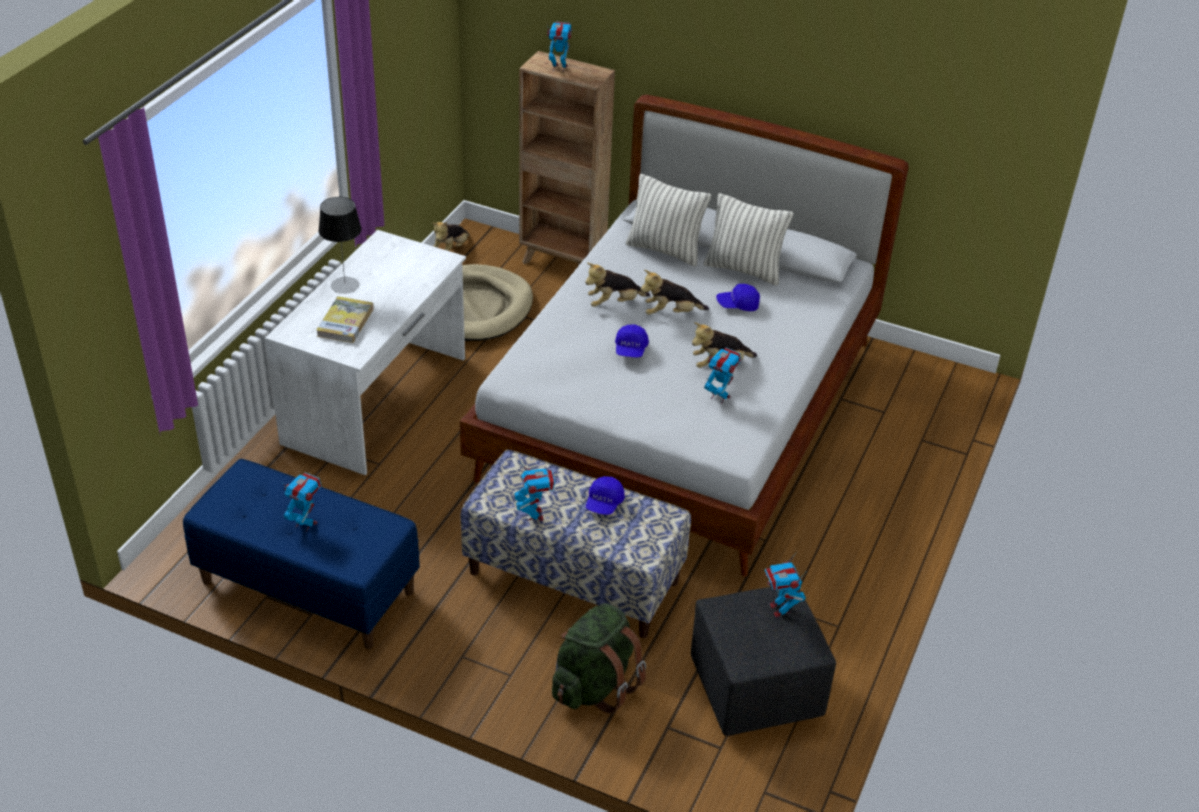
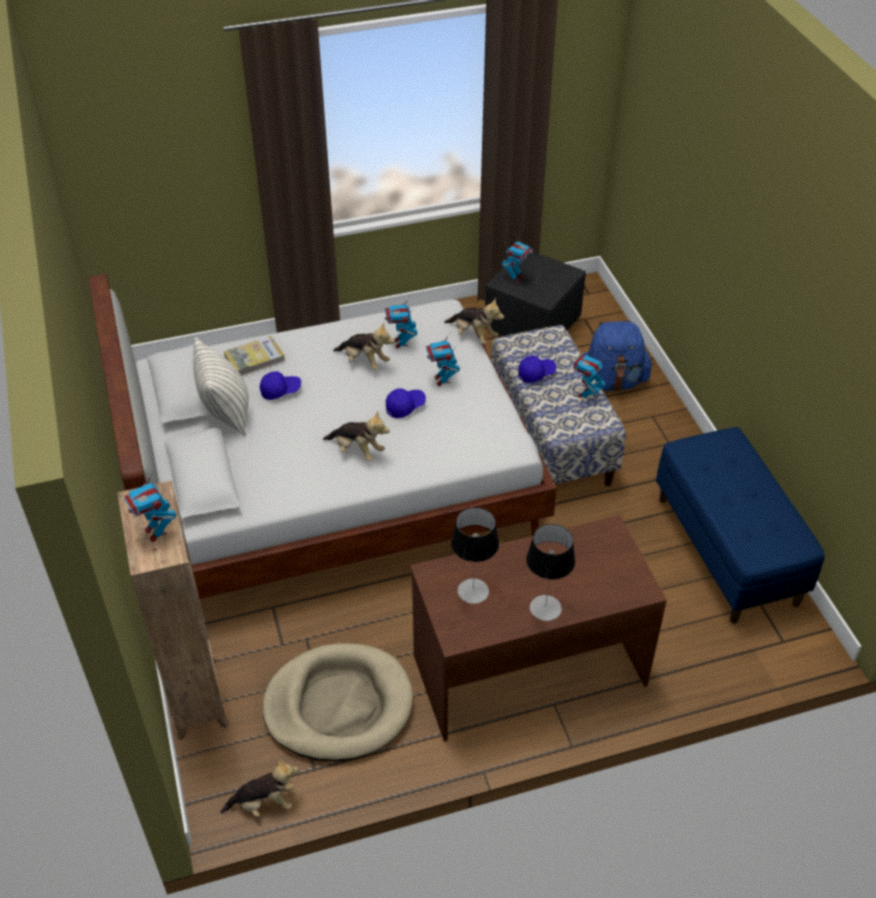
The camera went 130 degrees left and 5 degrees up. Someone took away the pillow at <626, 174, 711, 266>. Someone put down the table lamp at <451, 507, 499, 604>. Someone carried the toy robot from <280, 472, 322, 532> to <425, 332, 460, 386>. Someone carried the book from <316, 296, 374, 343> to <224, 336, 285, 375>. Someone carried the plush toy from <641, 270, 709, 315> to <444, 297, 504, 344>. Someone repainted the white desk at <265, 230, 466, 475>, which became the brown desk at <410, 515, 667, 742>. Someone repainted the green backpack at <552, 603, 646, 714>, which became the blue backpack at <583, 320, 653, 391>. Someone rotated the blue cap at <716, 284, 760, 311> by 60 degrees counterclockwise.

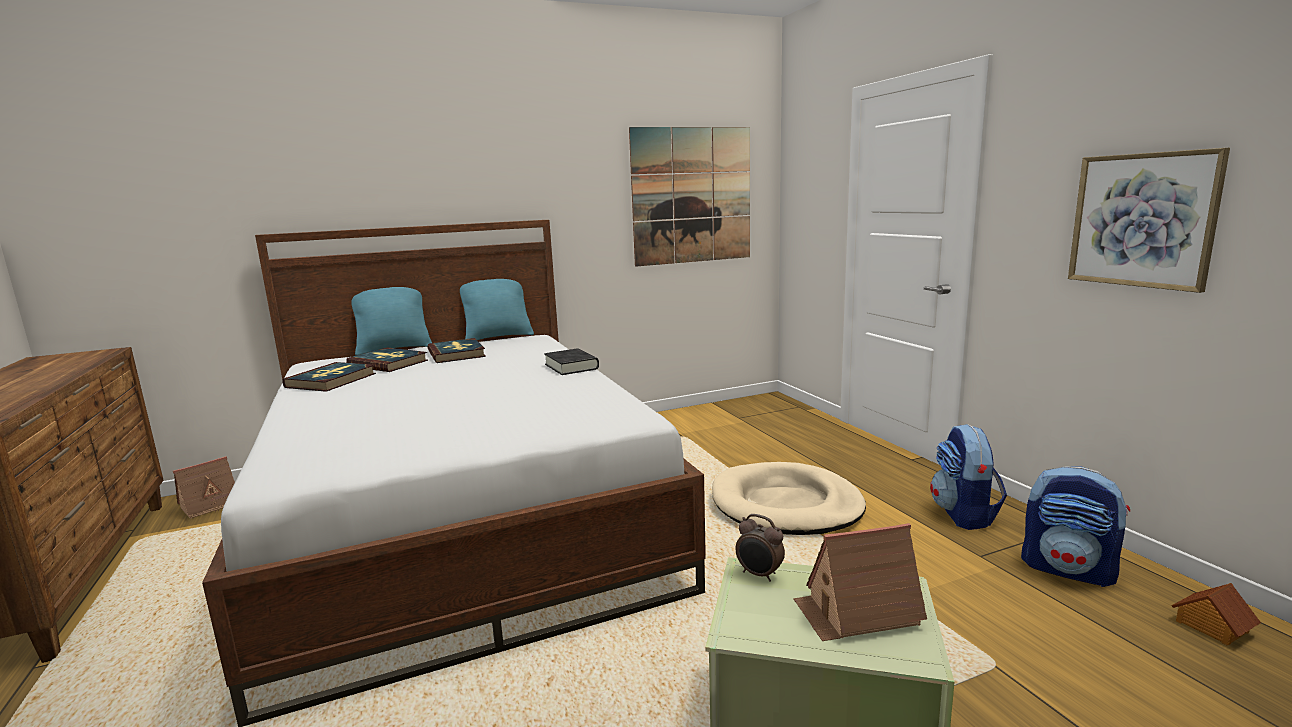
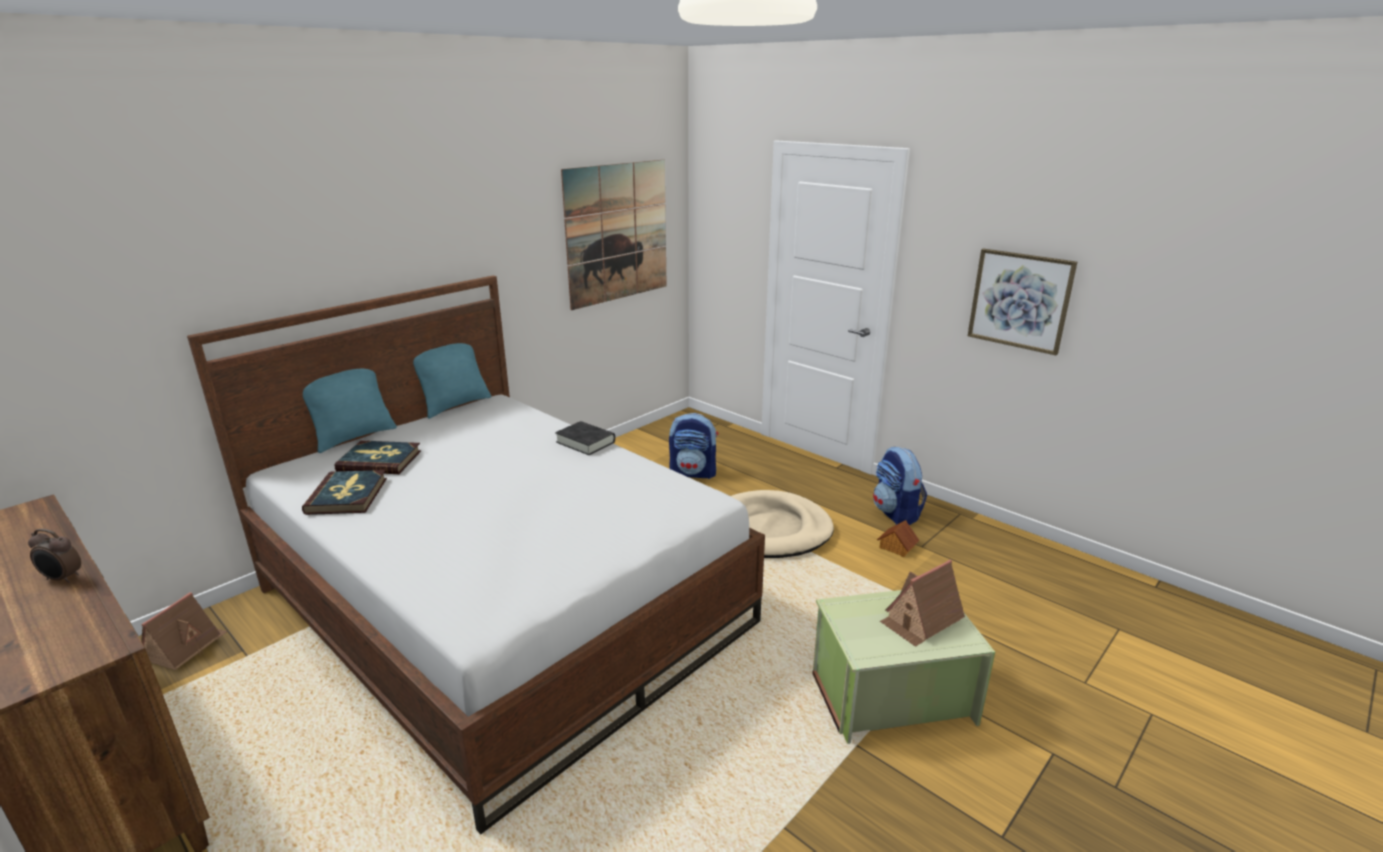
The camera went 25 degrees left and 10 degrees up. Someone took away the book at <428, 338, 486, 363>. Someone carried the alarm clock from <736, 514, 785, 582> to <28, 529, 81, 583>. Someone carried the backpack from <1021, 466, 1130, 587> to <669, 413, 718, 479>. Someone carried the toy house from <1171, 583, 1261, 645> to <877, 520, 919, 557>.

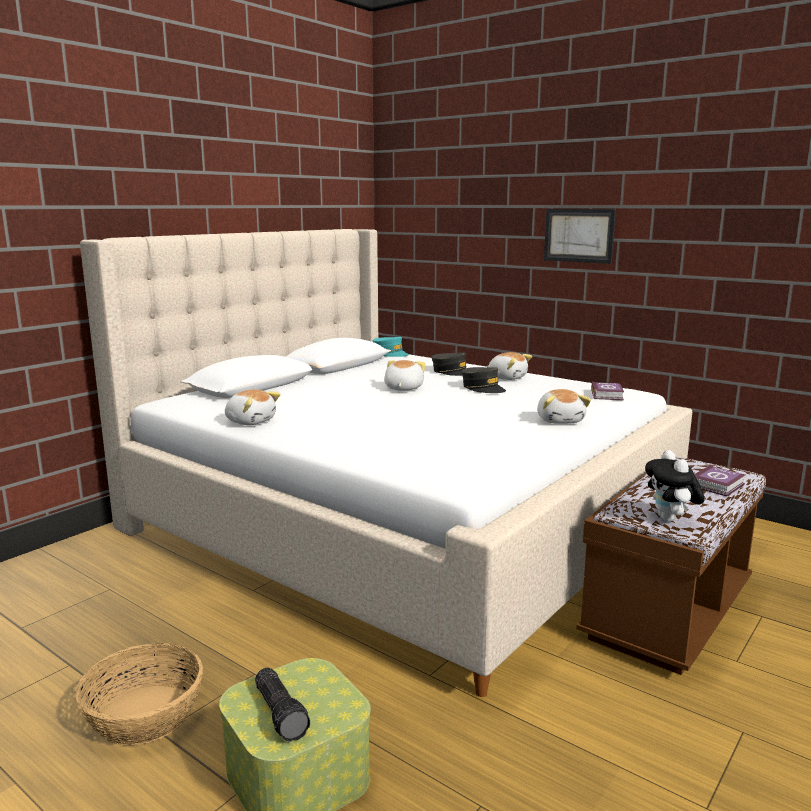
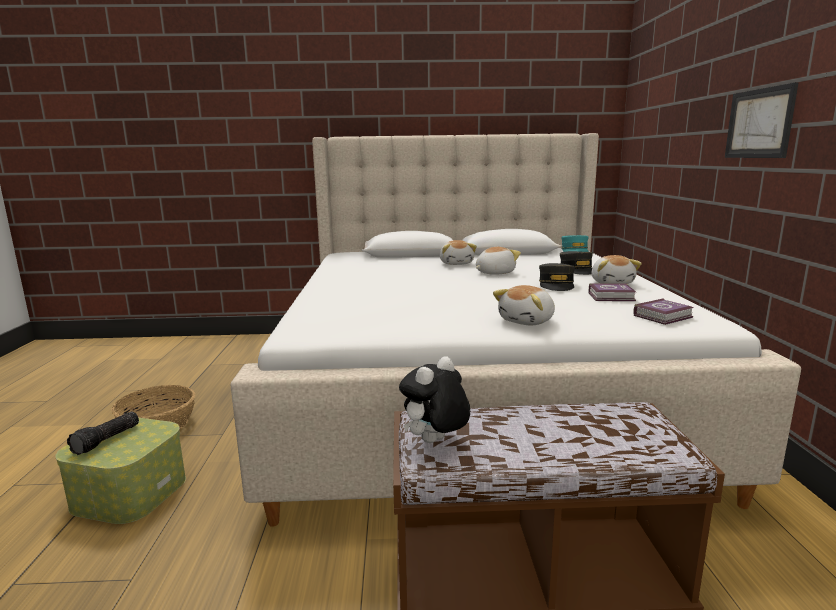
The camera went 50 degrees right and 0 degrees up. Someone carried the plush toy from <225, 389, 281, 425> to <440, 240, 477, 265>. Someone carried the book from <695, 465, 745, 497> to <589, 283, 636, 301>.

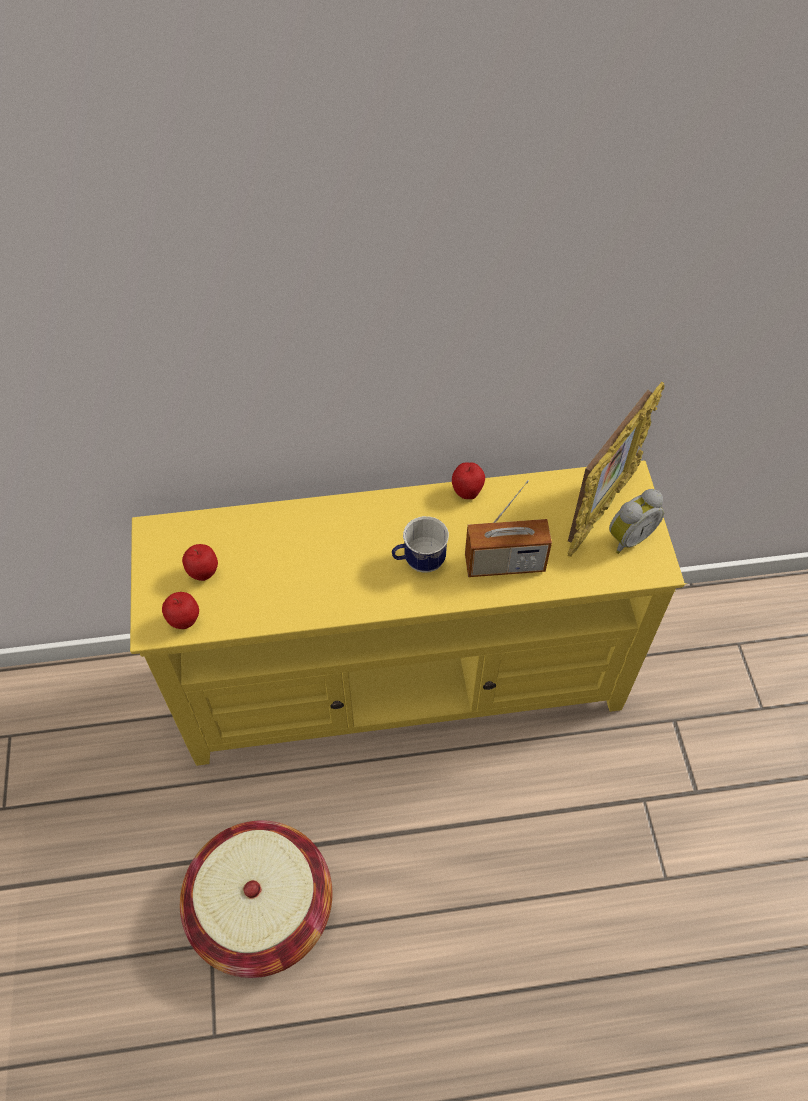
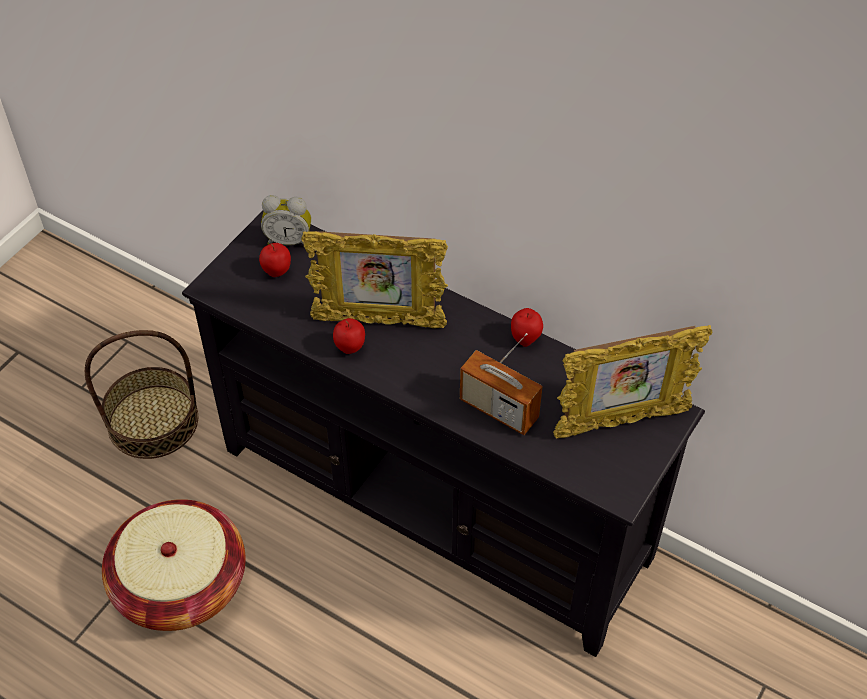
The camera went 40 degrees right and 5 degrees down. Someone took away the mug at <392, 516, 449, 573>. Someone put down the basket at <85, 330, 198, 459>. Someone put down the picture frame at <301, 231, 448, 328>. Someone carried the apple from <162, 592, 199, 629> to <333, 318, 365, 354>. Someone carried the alarm clock from <609, 489, 664, 554> to <261, 195, 311, 245>. Someone repainted the yellow tv stand at <130, 460, 687, 766>, which became the black tv stand at <182, 211, 705, 657>.

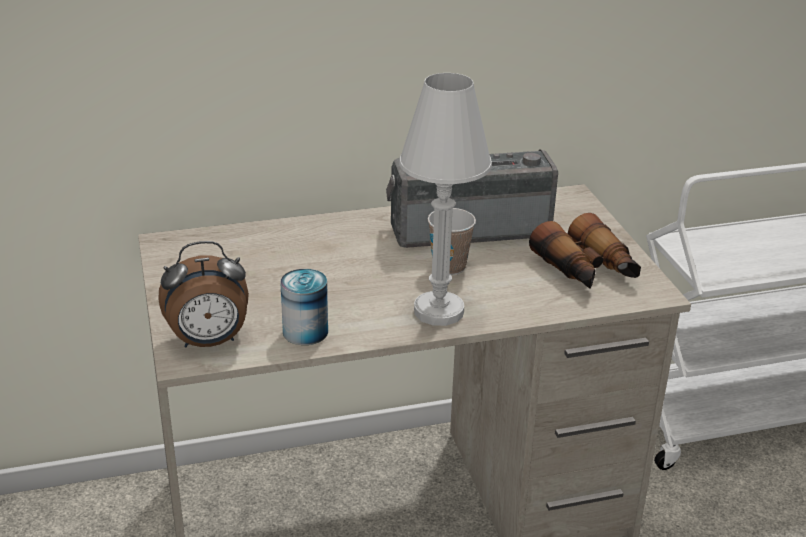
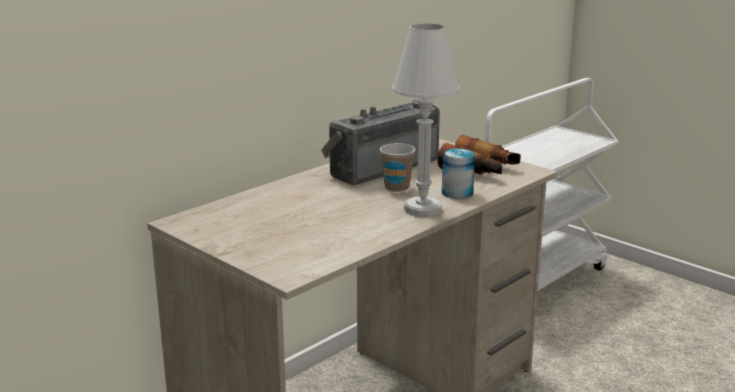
The camera went 30 degrees left and 10 degrees down. Someone took away the alarm clock at <159, 241, 249, 348>. Someone carried the can from <280, 269, 328, 345> to <442, 148, 475, 199>.

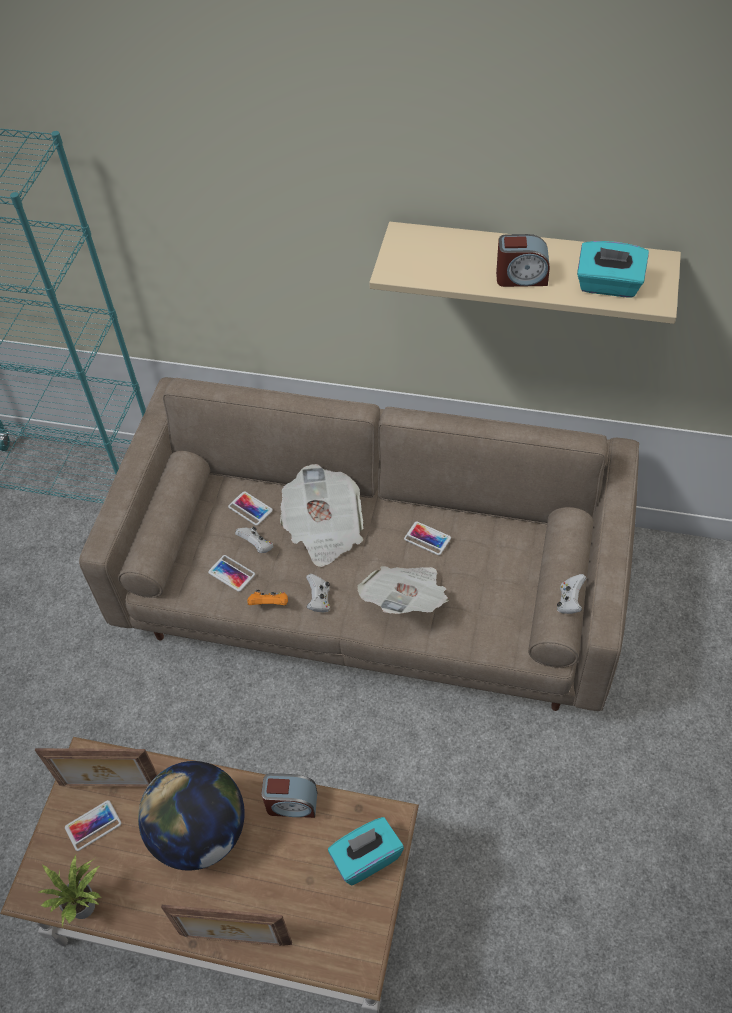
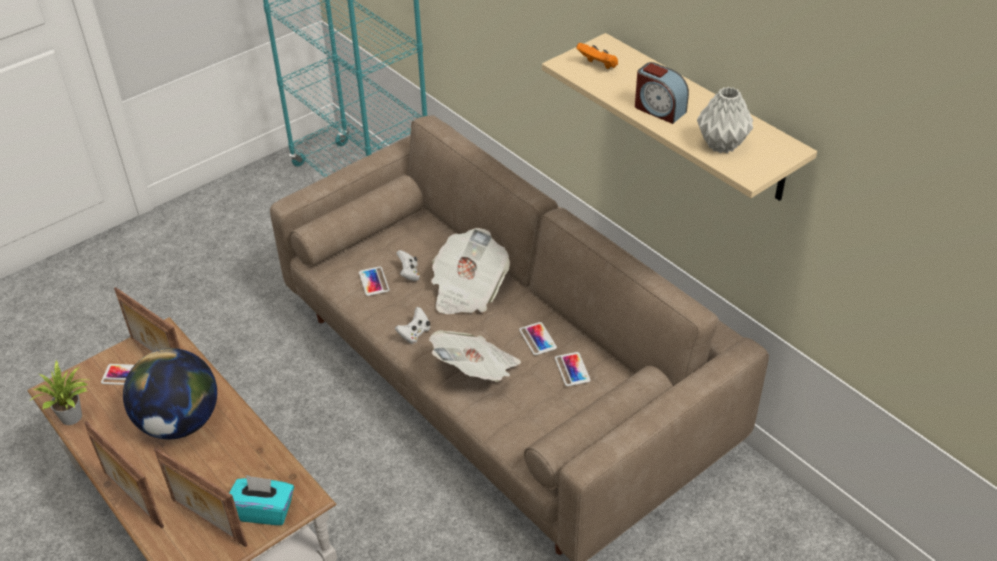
The camera went 35 degrees right and 10 degrees down. Someone took away the alarm clock at <261, 773, 317, 818>. Someone took away the white game controller at <557, 574, 586, 614>. Someone put down the picture frame at <154, 448, 247, 547>. Someone carried the phone from <228, 491, 273, 526> to <555, 352, 590, 386>. Someone carried the orange game controller from <247, 590, 288, 605> to <576, 43, 618, 69>. Someone swapped the turquoise tissue box at <577, 241, 649, 298> for the grey vase at <697, 87, 753, 153>.

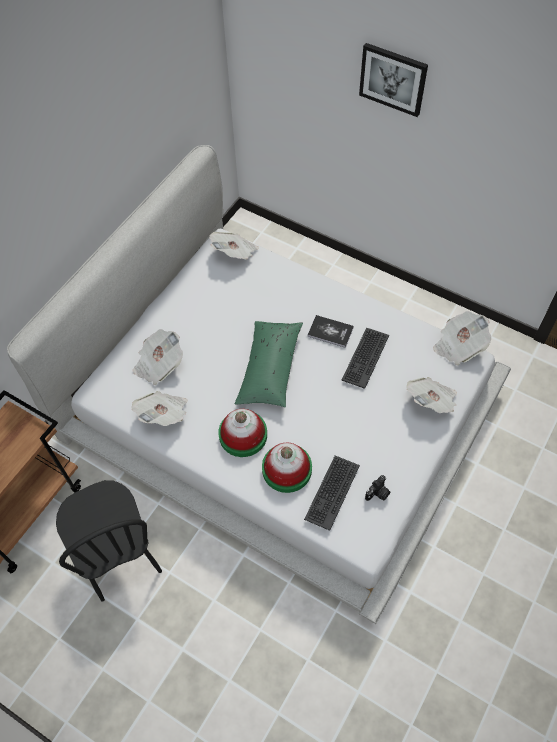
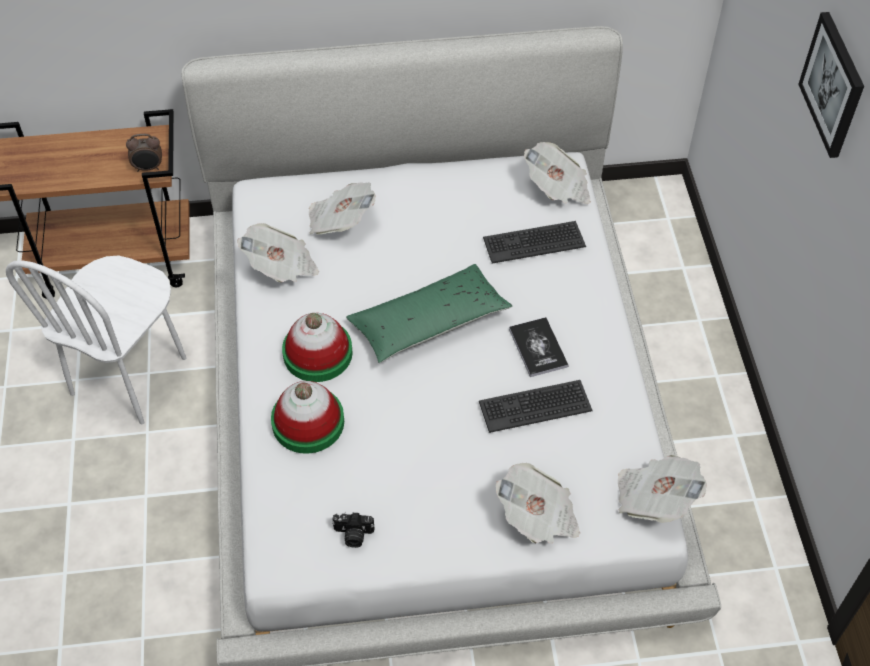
The camera went 50 degrees right and 5 degrees down. Someone put down the alarm clock at <126, 134, 162, 172>. Someone carried the keyboard from <304, 456, 360, 531> to <483, 221, 586, 263>. Someone repainted the black chair at <56, 480, 162, 602>, which became the white chair at <6, 256, 186, 424>.

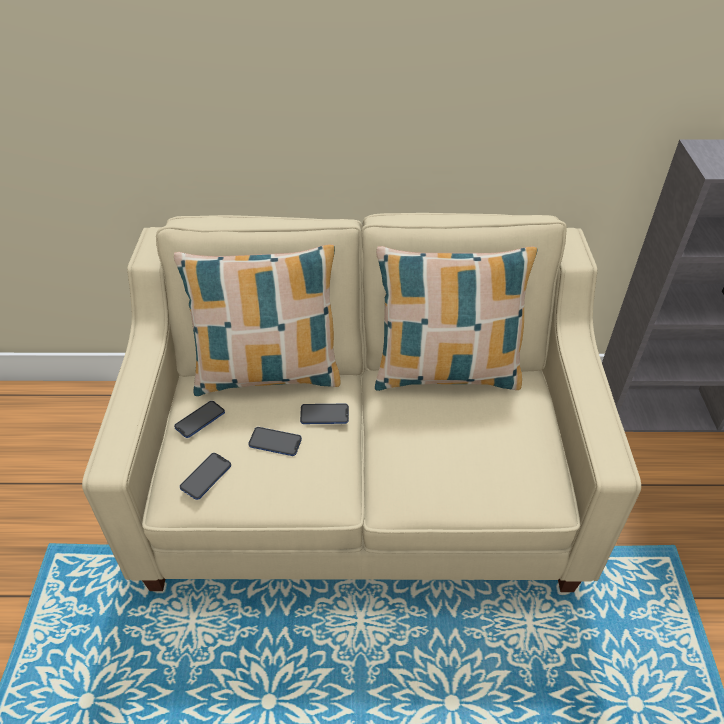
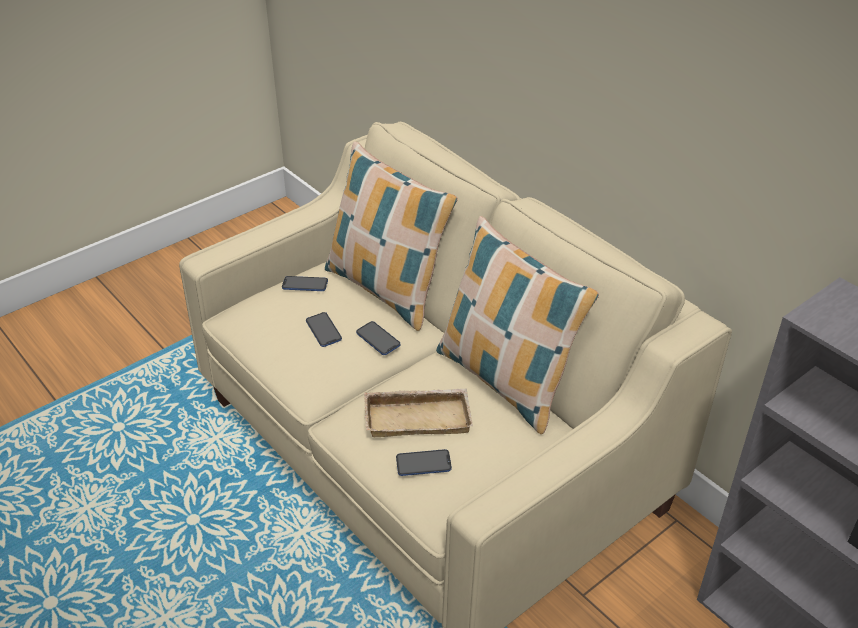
The camera went 50 degrees right and 5 degrees down. Someone put down the beige tray at <364, 388, 473, 437>. Someone carried the phone from <180, 453, 231, 500> to <396, 449, 452, 476>.

